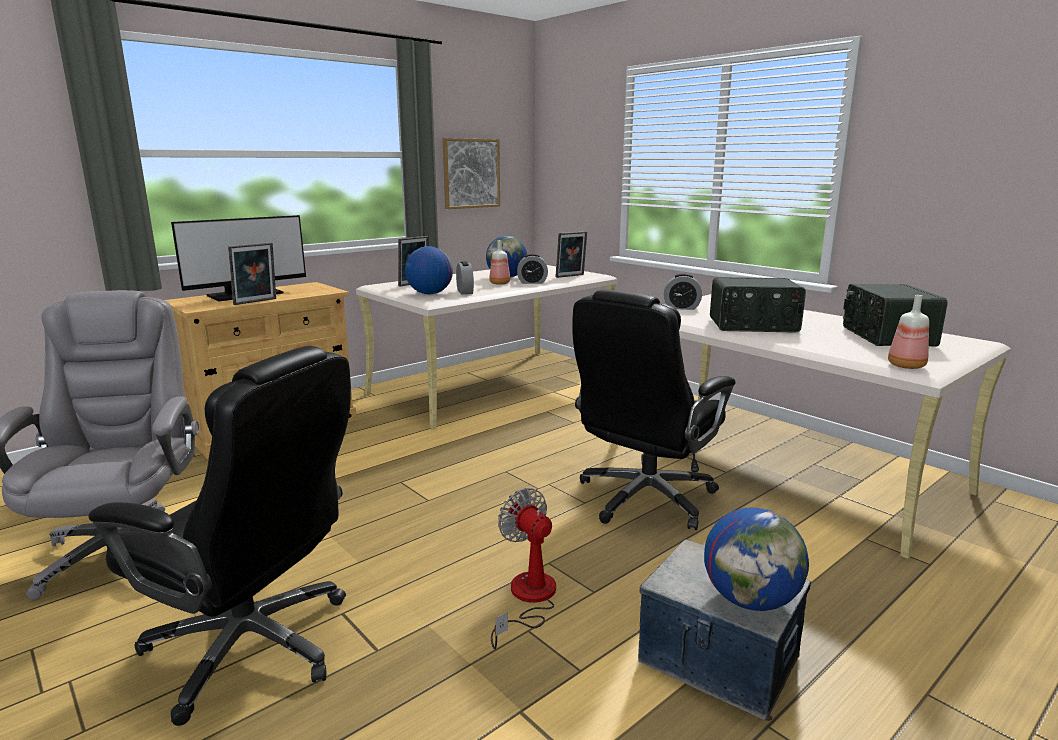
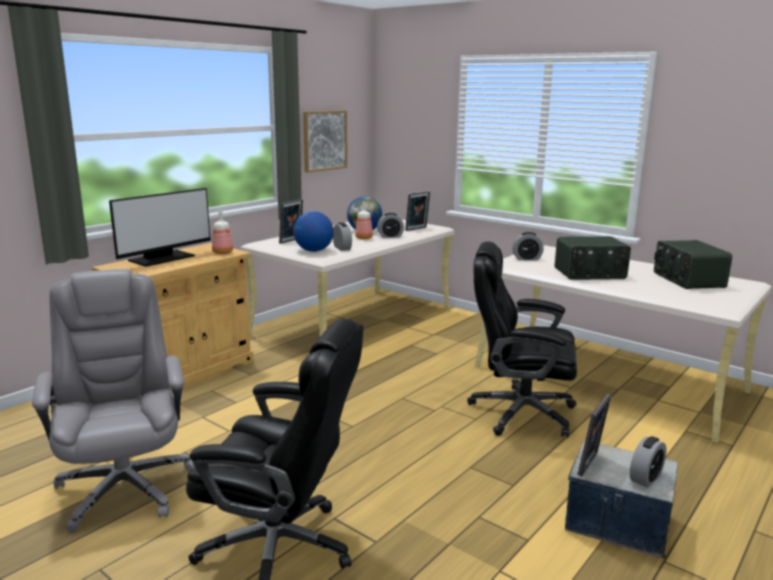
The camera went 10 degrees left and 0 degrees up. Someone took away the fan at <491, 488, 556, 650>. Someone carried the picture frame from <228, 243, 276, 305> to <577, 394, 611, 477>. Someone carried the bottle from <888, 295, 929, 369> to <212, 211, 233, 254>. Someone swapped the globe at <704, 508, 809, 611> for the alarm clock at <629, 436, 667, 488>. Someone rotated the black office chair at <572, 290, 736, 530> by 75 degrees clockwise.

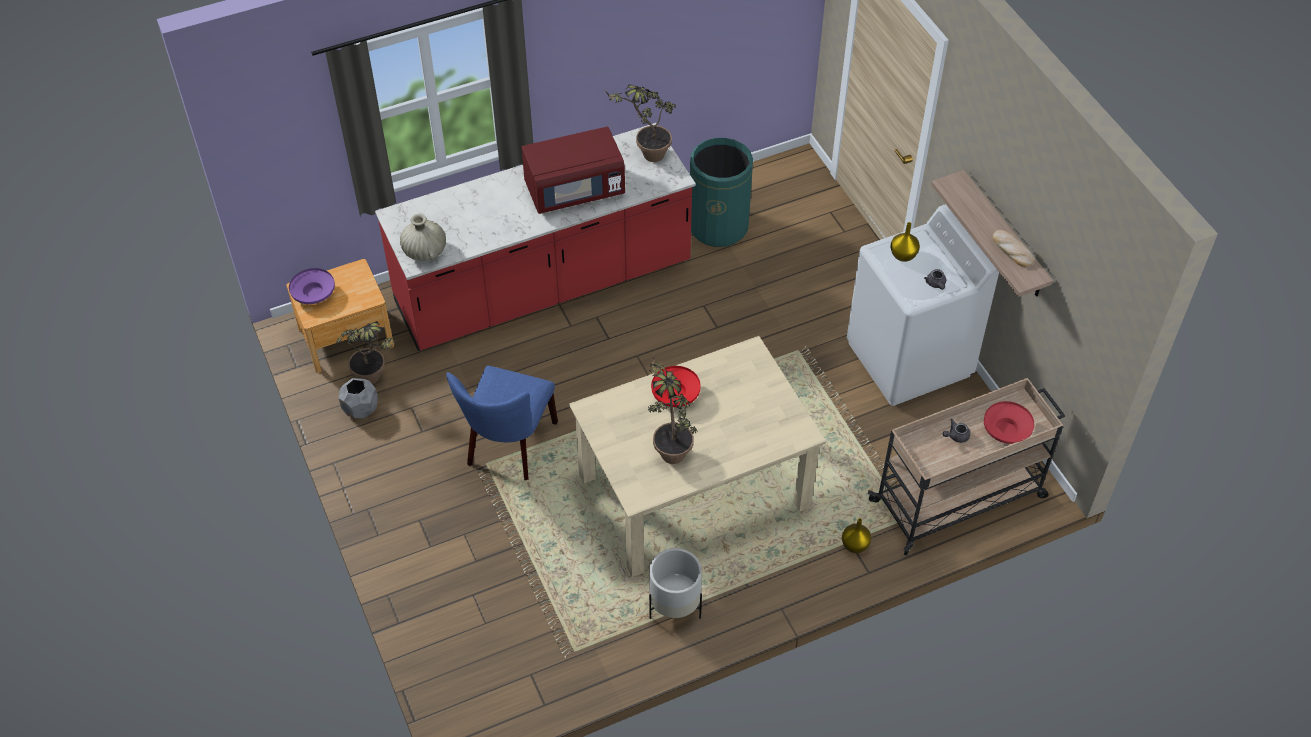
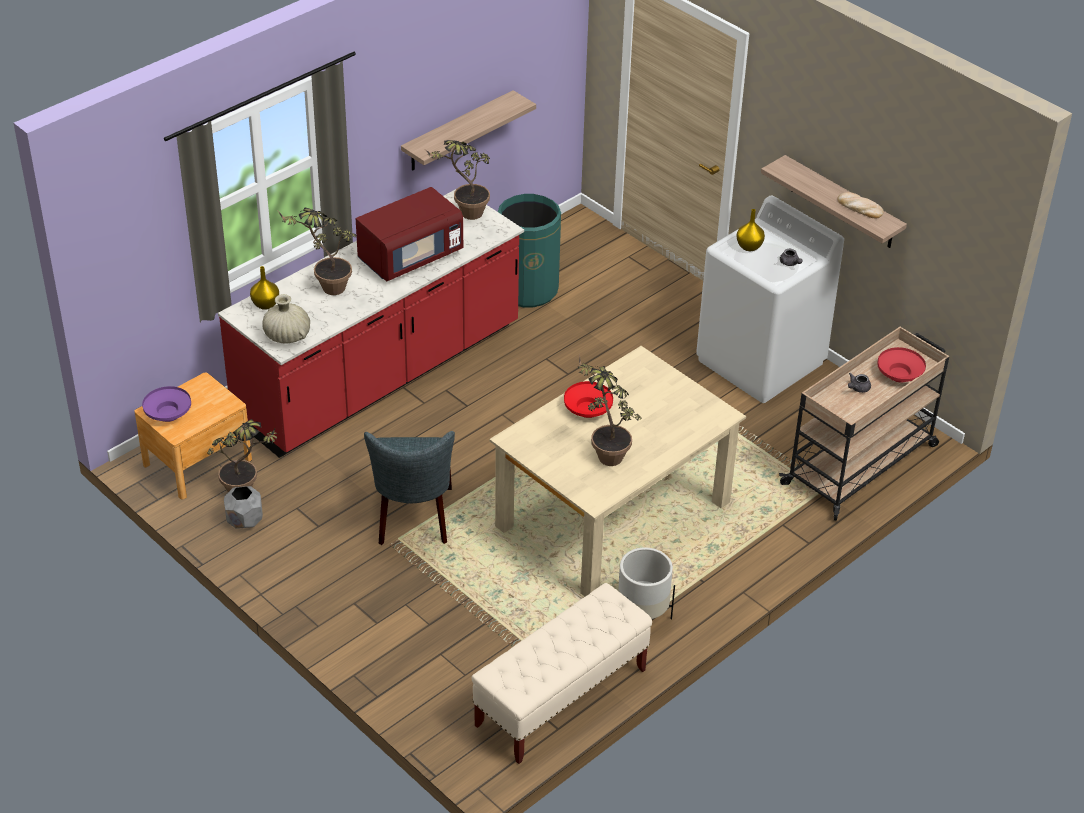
The camera went 20 degrees left and 10 degrees down. Someone put down the potted plant at <277, 208, 356, 295>. Someone put up the shelf at <401, 90, 536, 171>. Someone put down the beige bench at <471, 583, 652, 764>. Someone carried the yellow vase from <842, 518, 871, 553> to <250, 266, 279, 310>. Someone repainted the blue chair at <446, 366, 558, 480>, which became the grey chair at <364, 431, 455, 545>.

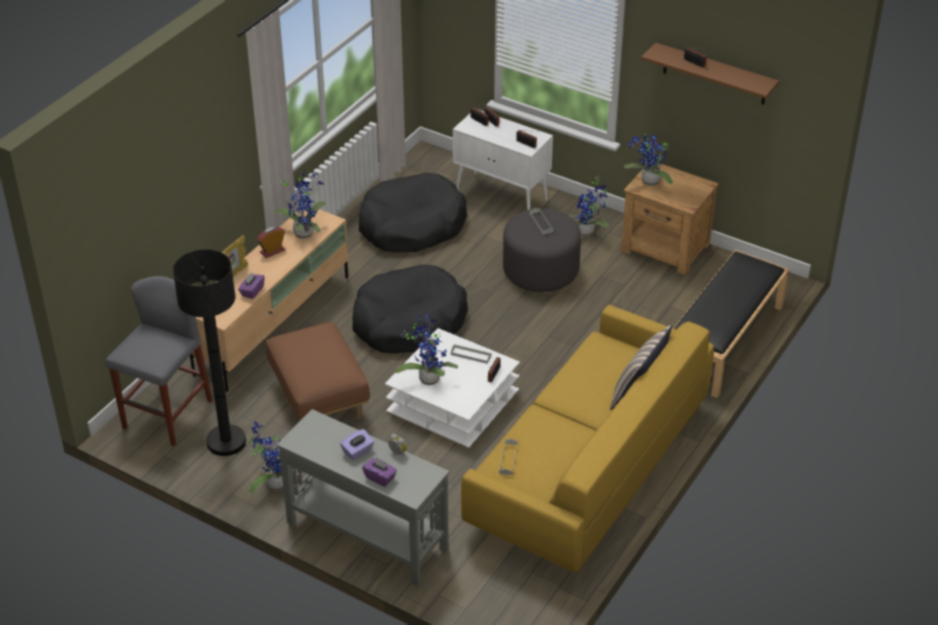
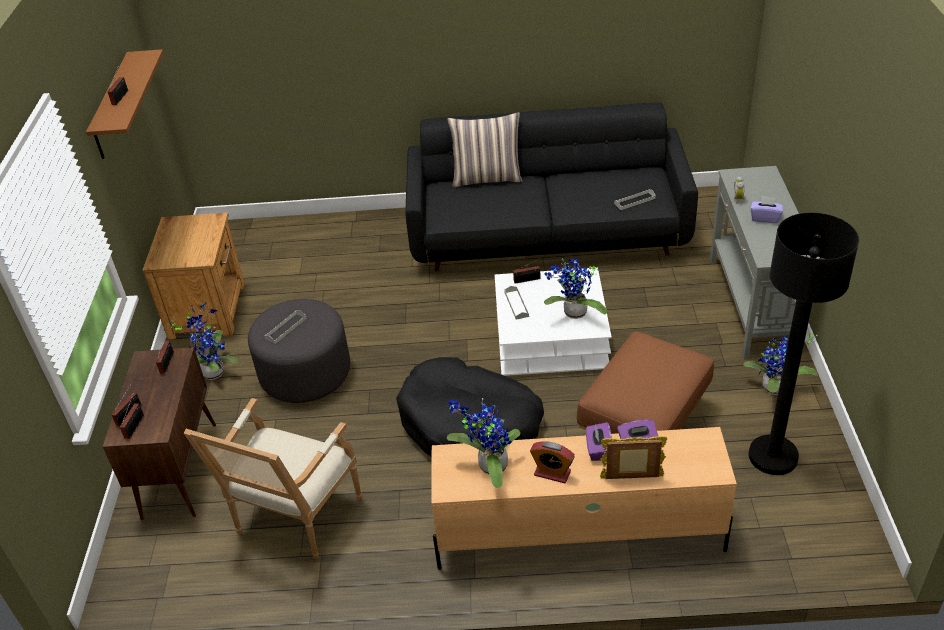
The camera went 120 degrees left and 0 degrees up. Someone took away the grey stool at <105, 276, 213, 446>. Someone took away the potted plant at <624, 134, 673, 186>. Someone took away the black bench at <674, 250, 789, 398>. Someone carried the purple tissue box from <362, 457, 397, 487> to <586, 422, 612, 461>. Someone swapped the black dog bed at <359, 173, 467, 252> for the armchair at <184, 398, 362, 559>. Someone repainted the white cabinet at <453, 110, 553, 210>, which became the brown cabinet at <103, 347, 216, 520>. Someone repainted the yellow sofa at <461, 305, 714, 572>, which became the black sofa at <405, 102, 698, 271>.

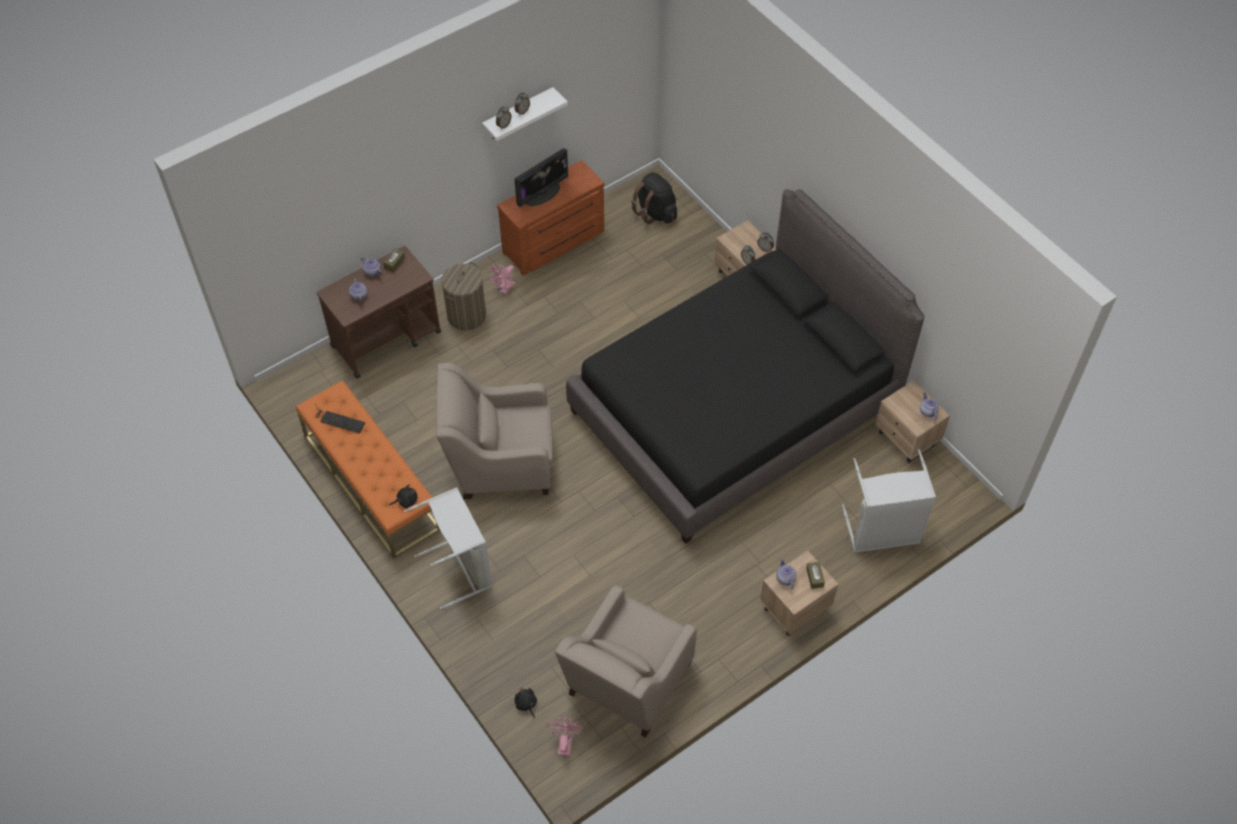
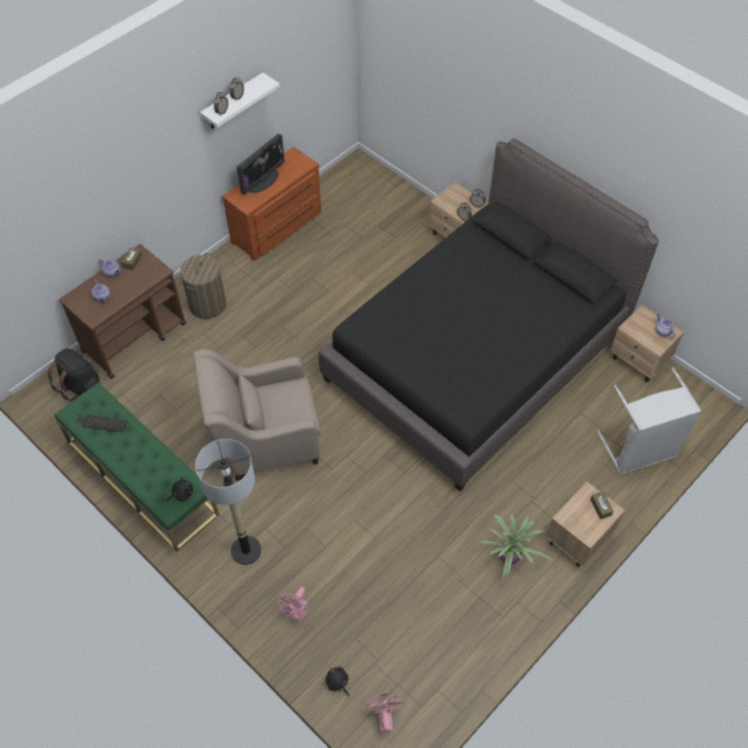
The camera went 10 degrees left and 0 degrees up. Someone took away the beige armchair at <555, 585, 697, 738>. Someone took away the teapot at <776, 558, 797, 589>. Someone put down the potted plant at <478, 514, 552, 577>. Someone carried the pink fan from <489, 264, 516, 295> to <276, 587, 308, 620>. Someone carried the black backpack from <631, 172, 677, 224> to <48, 348, 100, 402>. Someone swapped the grey laundry basket at <404, 487, 493, 609> for the floor lamp at <195, 439, 261, 565>. Someone repainted the orange bench at <296, 380, 440, 558>, which became the green bench at <54, 383, 219, 552>.

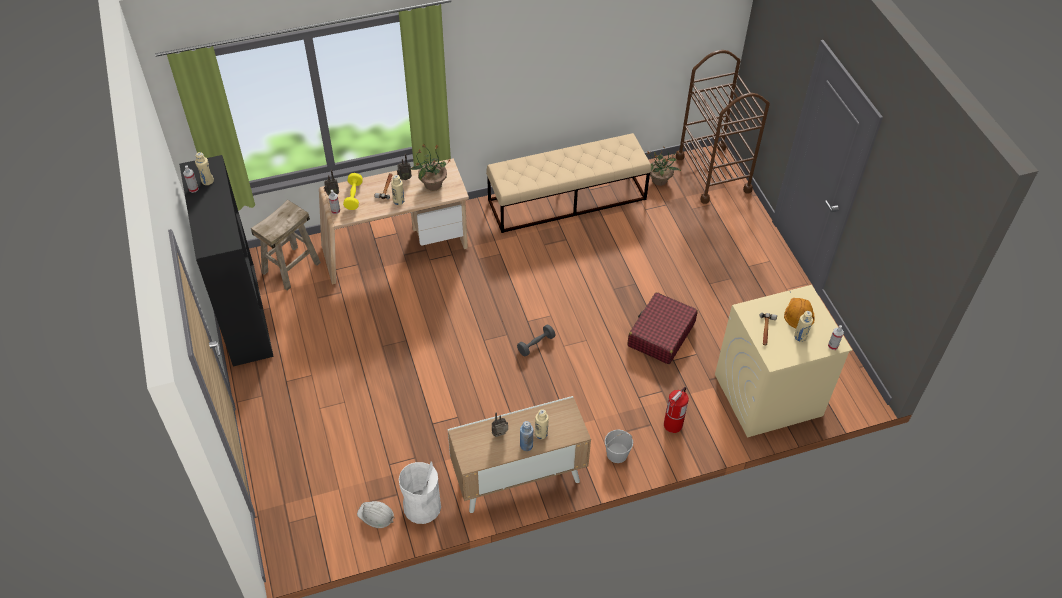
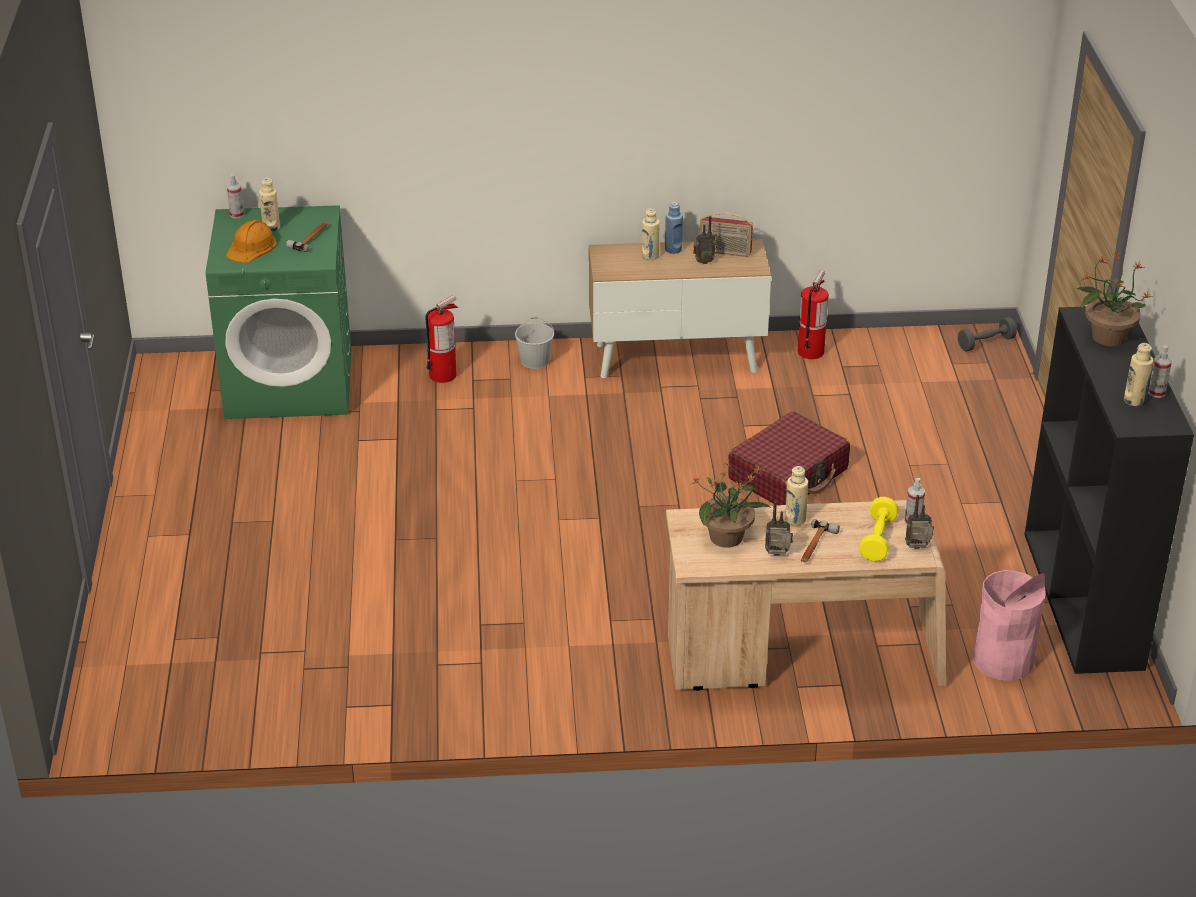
The camera went 165 degrees left and 15 degrees down. Someone took away the white hard hat at <357, 501, 395, 528>. Someone took away the beige bench at <486, 133, 651, 233>. Someone took away the brown cart at <676, 50, 770, 204>. Someone put down the radio at <700, 212, 753, 257>. Someone carried the grey dumbbell from <517, 325, 555, 356> to <958, 317, 1017, 351>. Someone carried the red suitcase from <628, 292, 698, 364> to <728, 411, 850, 505>. Someone carried the potted plant from <645, 146, 681, 186> to <1076, 253, 1153, 346>. Someone swapped the beige stool at <251, 200, 321, 291> for the pink trash can at <973, 570, 1045, 681>. Someone swapped the white trash can at <399, 462, 441, 524> for the fire extinguisher at <798, 270, 829, 359>. Someone repainted the beige washing machine at <715, 285, 852, 438>, which became the green washing machine at <206, 205, 351, 419>.

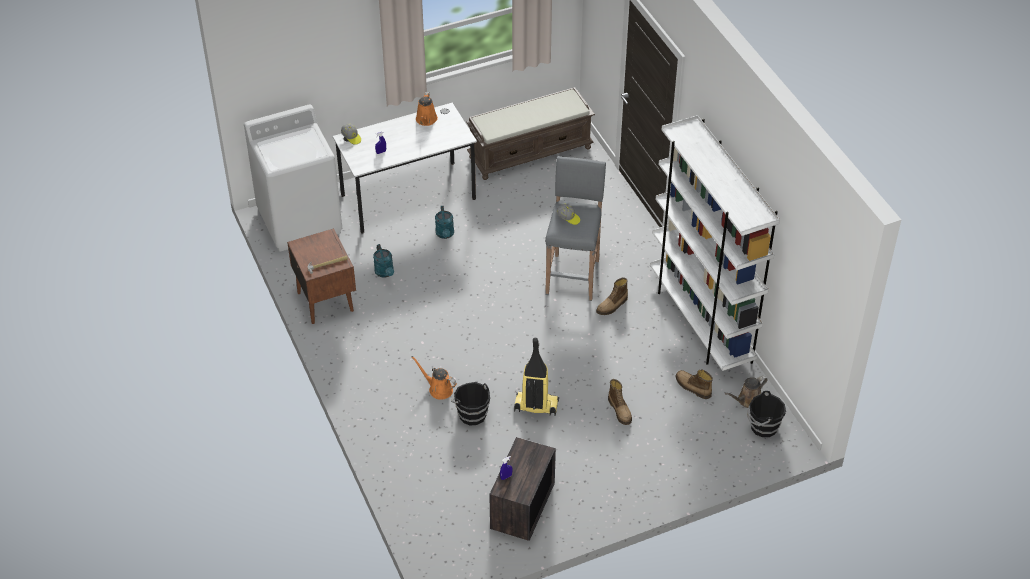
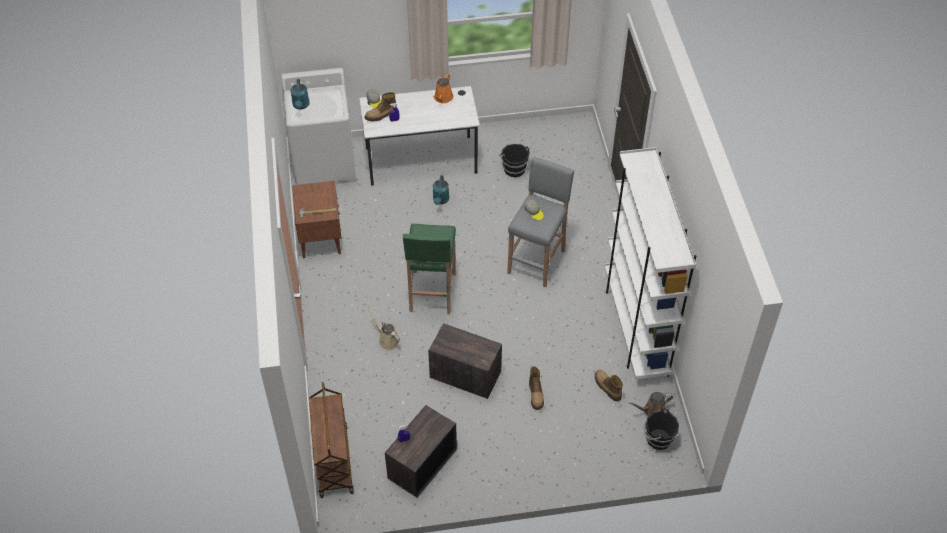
The camera went 15 degrees right and 5 degrees up. Someone took away the brown bench at <466, 87, 595, 180>. Someone put down the brown cart at <309, 382, 354, 498>. Someone put down the green stool at <403, 224, 456, 314>. Someone carried the turquoise watering can from <373, 244, 394, 277> to <290, 79, 309, 110>. Someone carried the black bucket from <451, 382, 490, 426> to <499, 144, 530, 177>. Someone carried the boot from <596, 277, 628, 315> to <364, 92, 397, 121>. Someone swapped the vacuum cleaner at <514, 338, 559, 416> for the crate at <428, 323, 502, 399>. Someone repainted the orange watering can at <412, 356, 457, 400>, which became the beige watering can at <368, 308, 400, 350>.

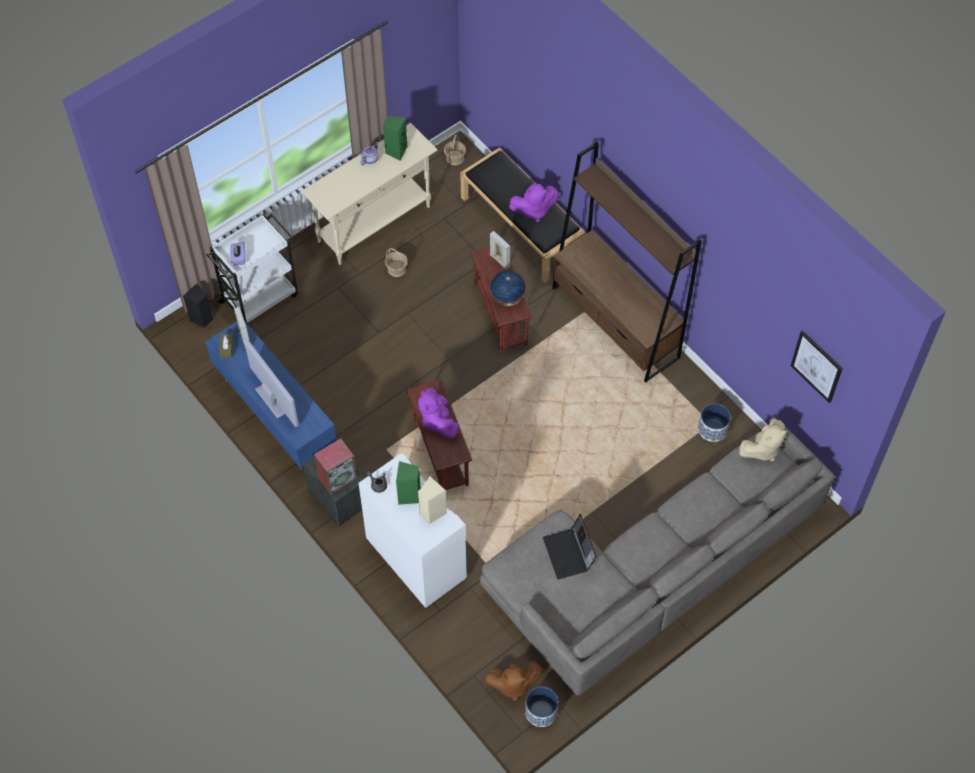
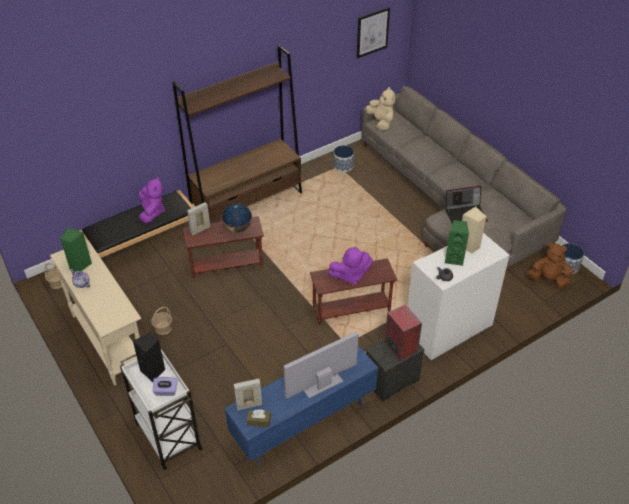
The camera went 85 degrees left and 15 degrees down. Someone carried the black speaker from <183, 283, 213, 328> to <133, 332, 165, 382>. Someone rotated the brown plush toy at <485, 661, 543, 701> by 75 degrees counterclockwise.

